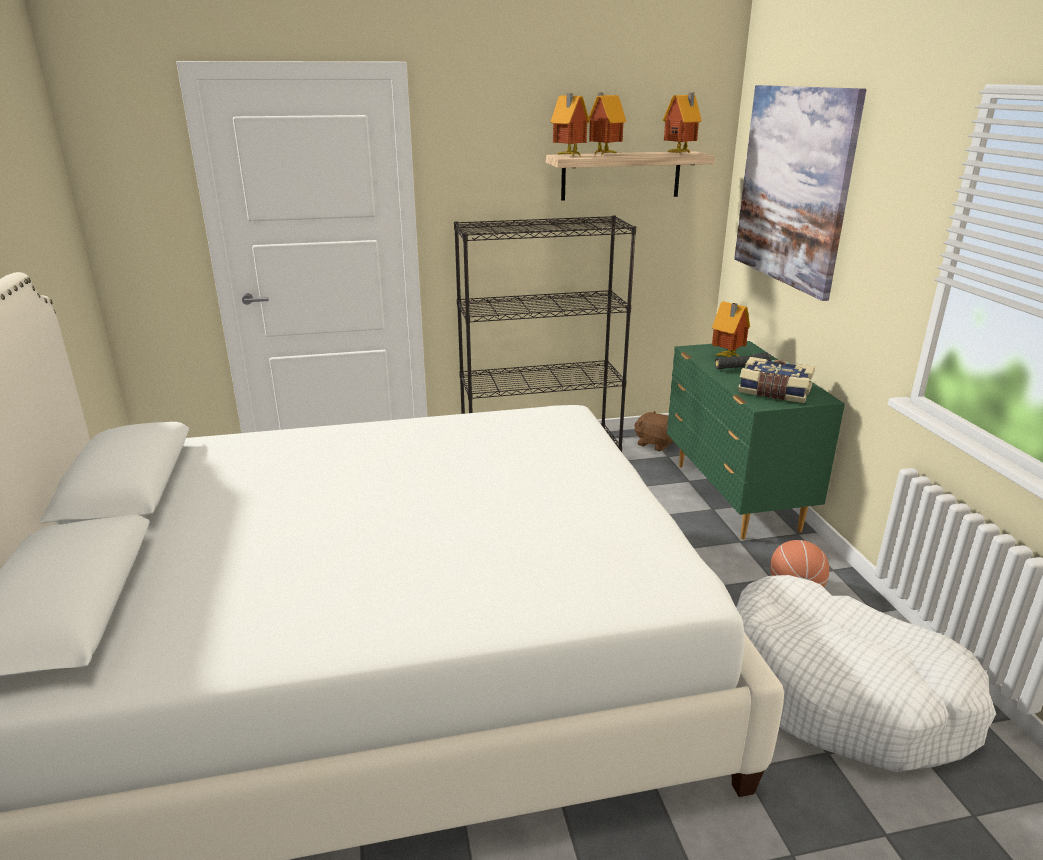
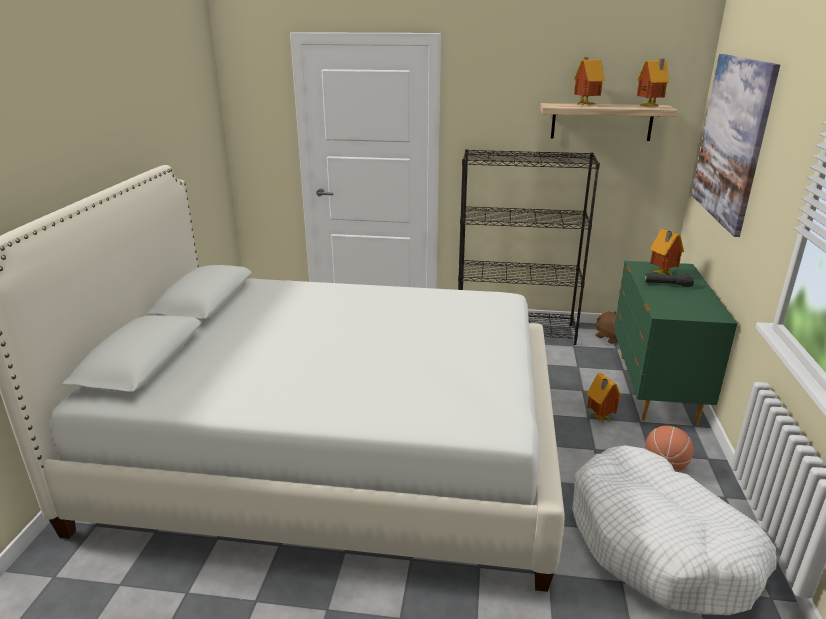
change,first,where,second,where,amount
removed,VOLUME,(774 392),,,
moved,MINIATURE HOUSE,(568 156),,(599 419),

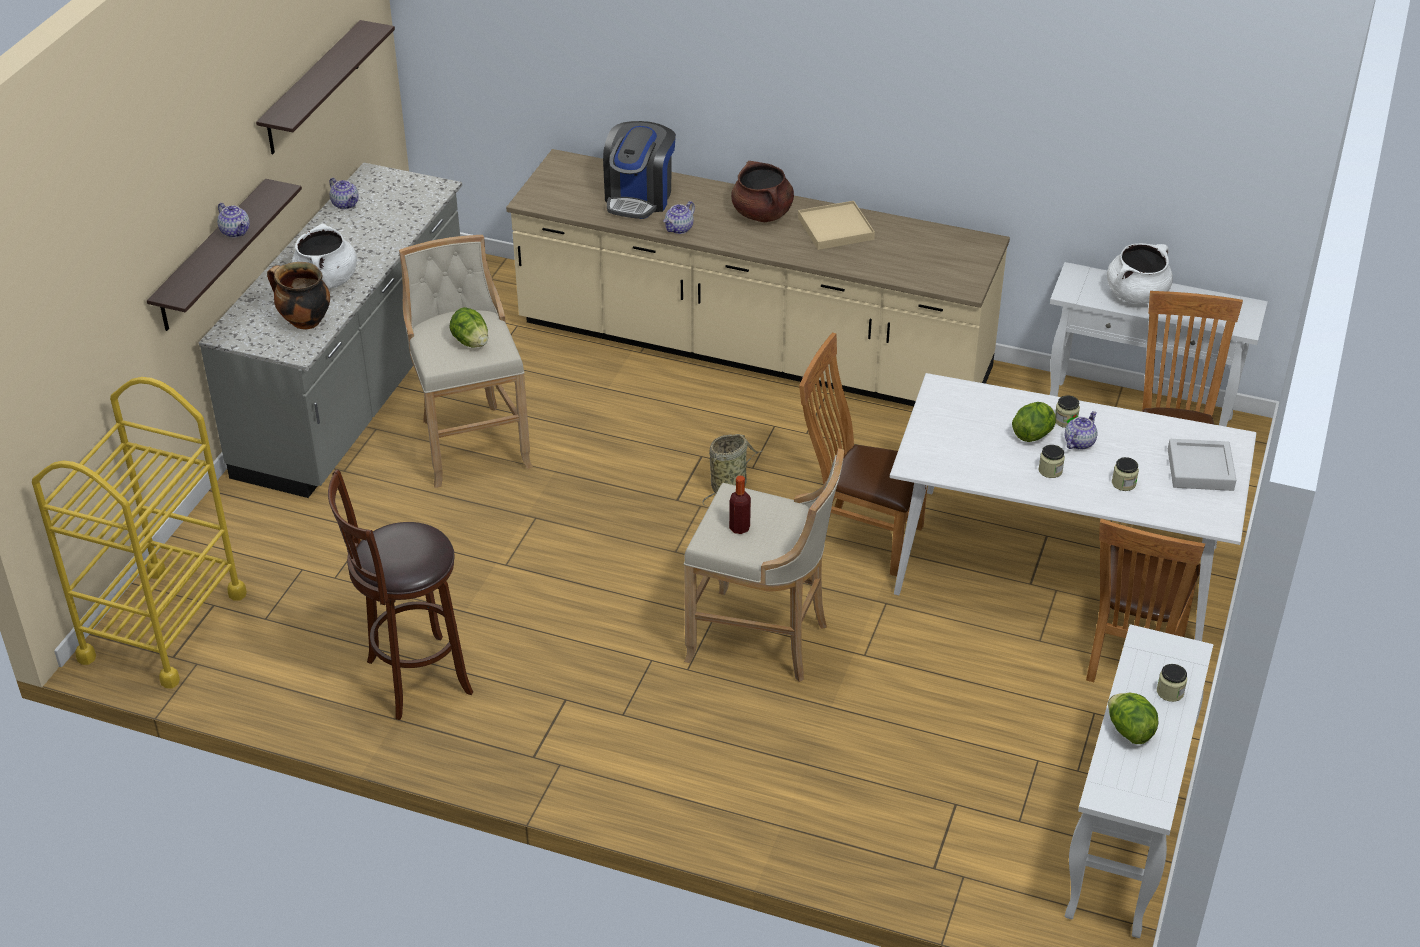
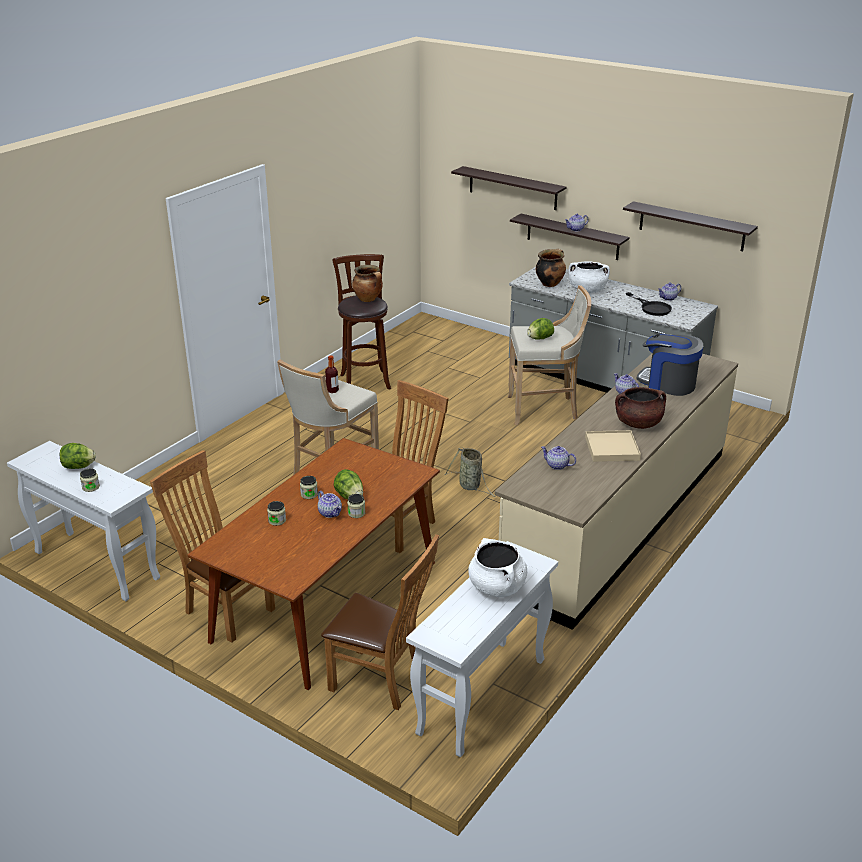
change,first,where,second,where,amount
removed,YELLOW-COLOURED WHEELED CART,(163 626),,,
removed,GREY CARRYING TRAY,(1200 470),,,
added,,,COOKING POT,(368 299),
added,,,BRACKET SHELF,(512 188),
added,,,TEA POT,(557 465),
added,,,BLACKISH SKILLET,(652 308),
recoloured,WHITE DINNER TABLE,(1056 570),BROWN DINNER TABLE,(327 600),

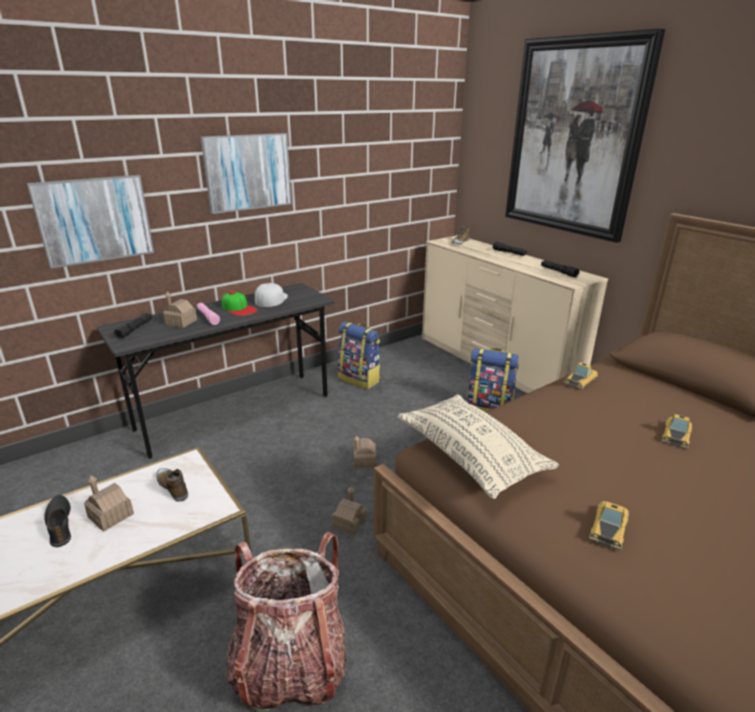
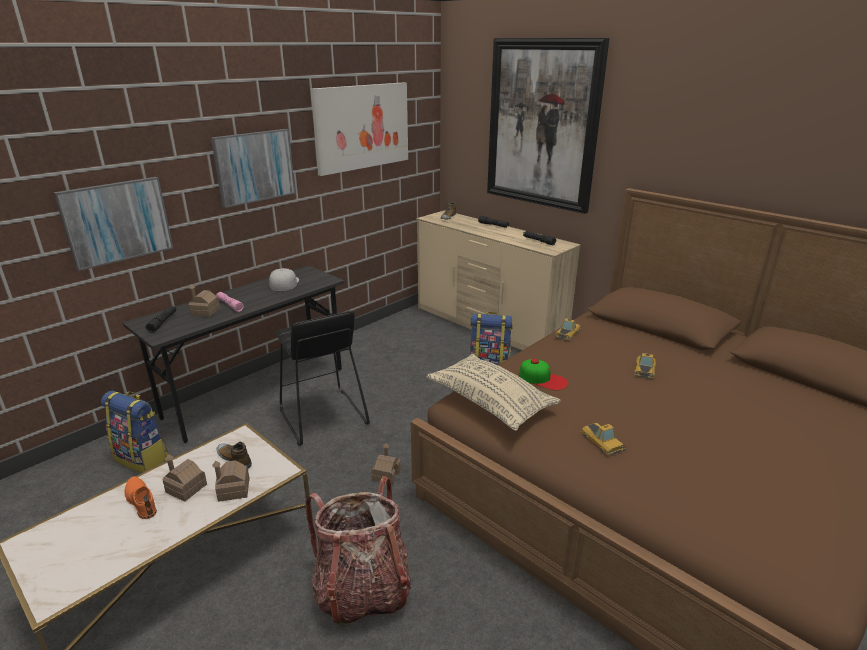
change,first,where,second,where,amount
added,,,BLACKISH STOOL SEAT,(322 417),
added,,,WALL PICTURE,(362 127),
moved,PEAKED CAP,(239 308),,(543 379),
moved,RUCKSACK,(360 379),,(142 458),
moved,MINIATURE HOUSE,(364 461),,(233 490),
recoloured,BLACKISH ITEM OF FOOTWEAR,(60 523),ORANGE-COLOURED ITEM OF FOOTWEAR,(142 500),
turned,MINIATURE CAR,(609 527),,(602 442),135 degrees clockwise

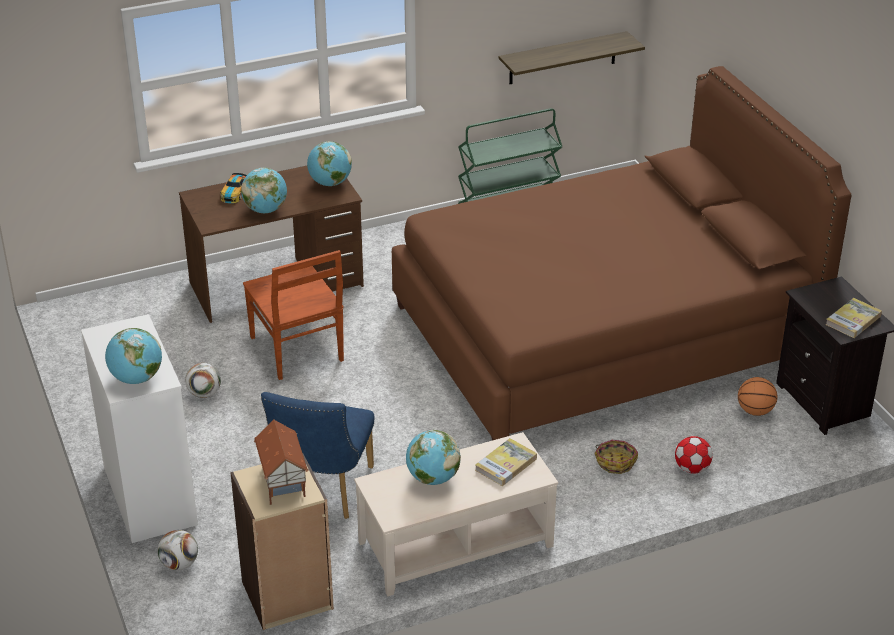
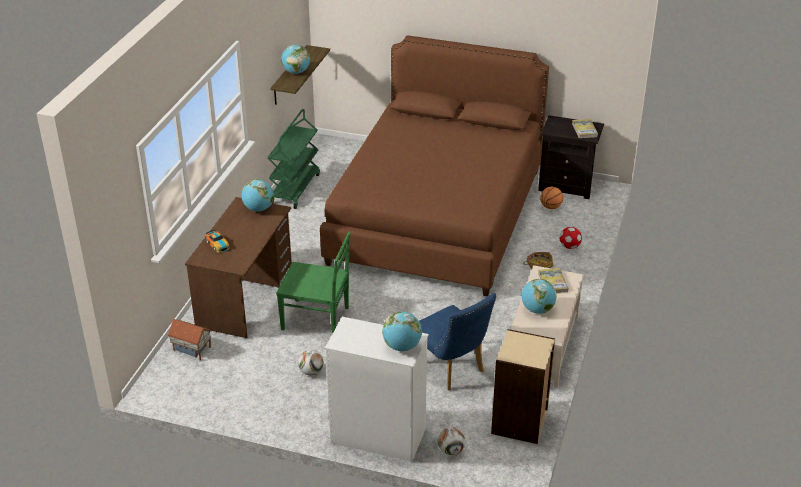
change,first,where,second,where,amount
moved,WORLD GLOBE,(265 210),,(296 72),
moved,MINIATURE HOUSE,(281 482),,(191 349),
recoloured,BROWN PLAIN CHAIR,(297 350),GREEN-COLOURED PLAIN CHAIR,(317 319),

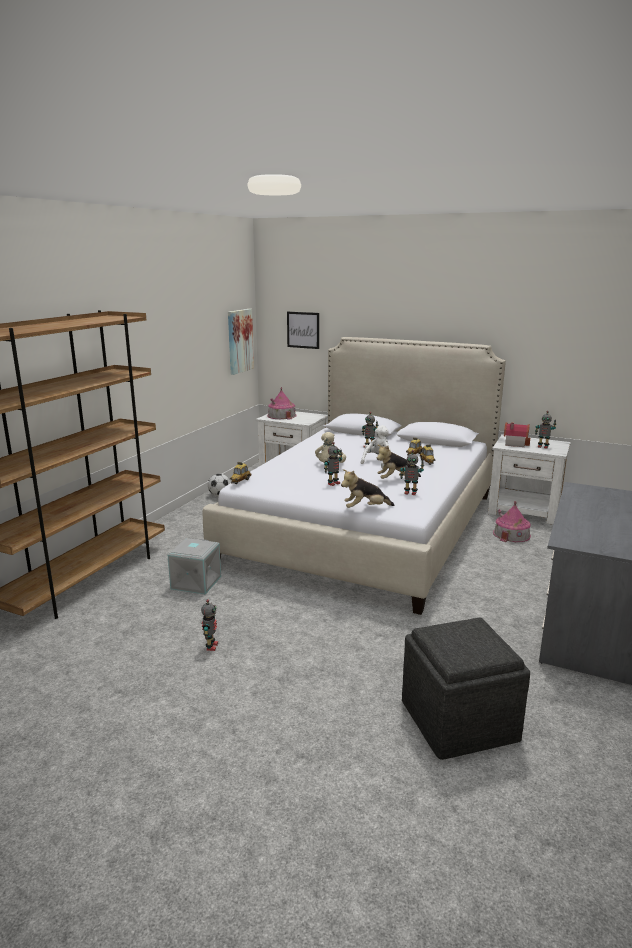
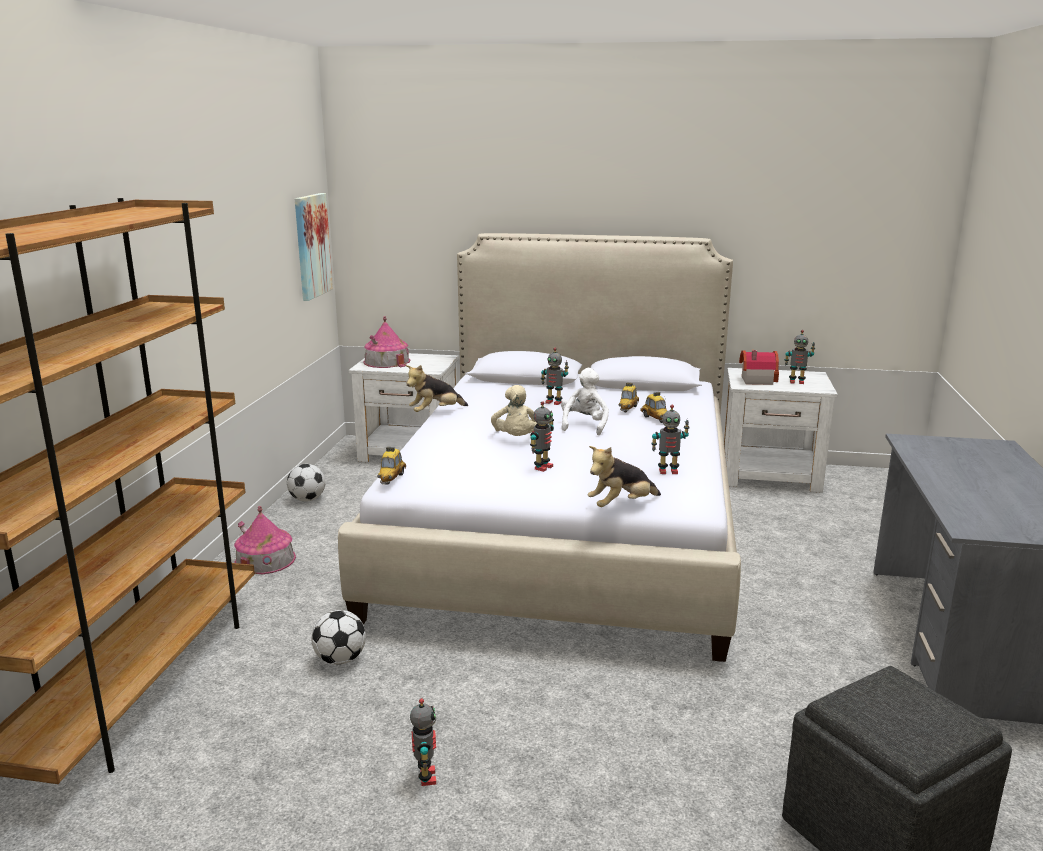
change,first,where,second,where,amount
removed,WALL PICTURE,(303 330),,,
moved,SOFT TOY,(396 480),,(435 412),
moved,MINIATURE HOUSE,(511 534),,(265 560),
replaced,GREY STORAGE BIN,(195 582),FOOTBALL BALL,(340 659),

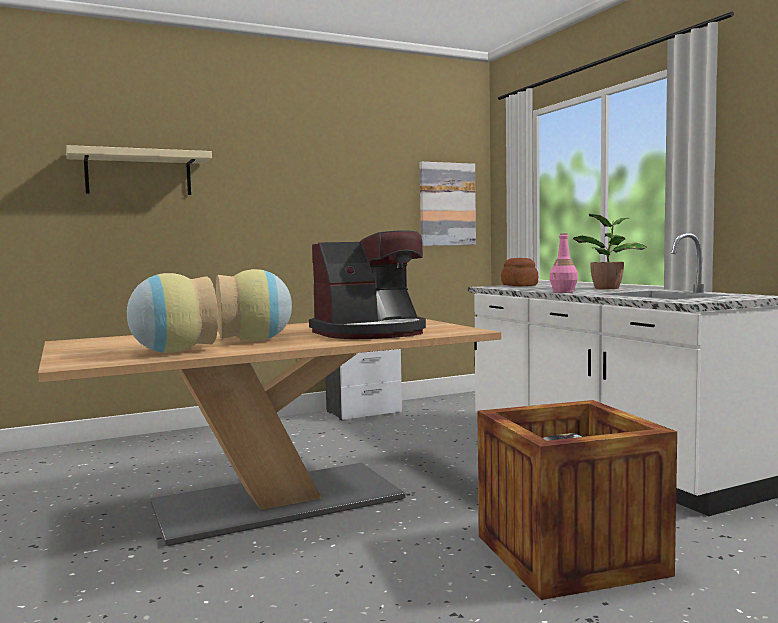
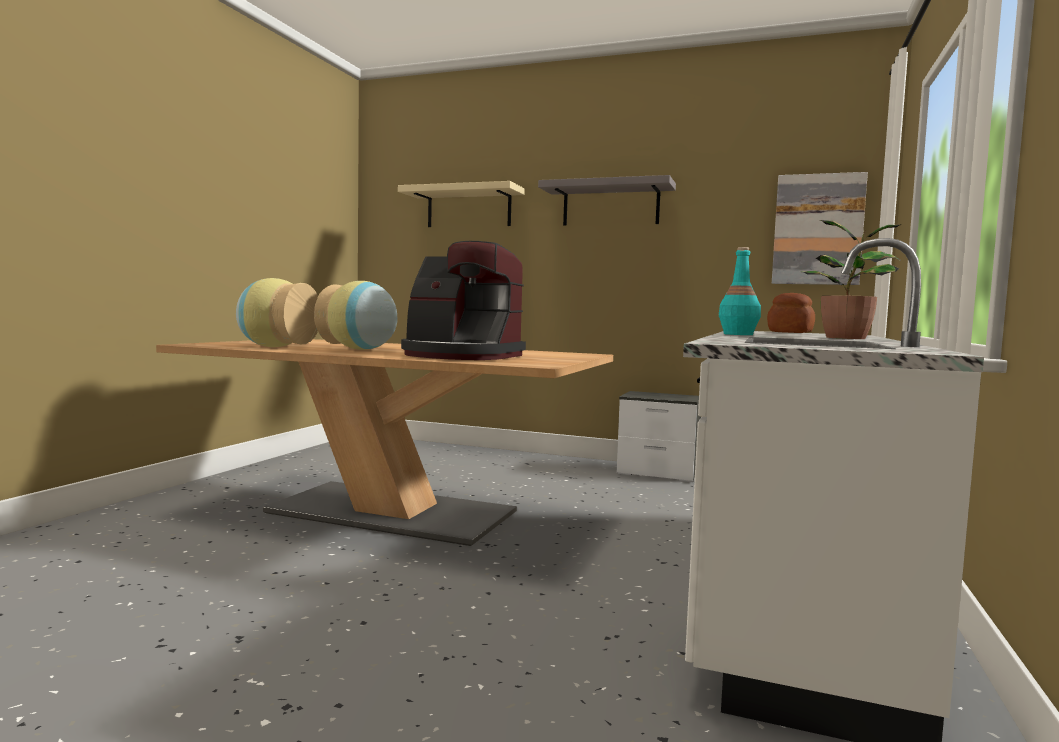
change,first,where,second,where,amount
removed,PACKING CRATE,(569 555),,,
added,,,GREY BRACKET SHELF,(610 205),
recoloured,PINK-COLOURED BEVERAGE BOTTLE,(564 292),TURQUOISE-COLOURED BEVERAGE BOTTLE,(738 334),

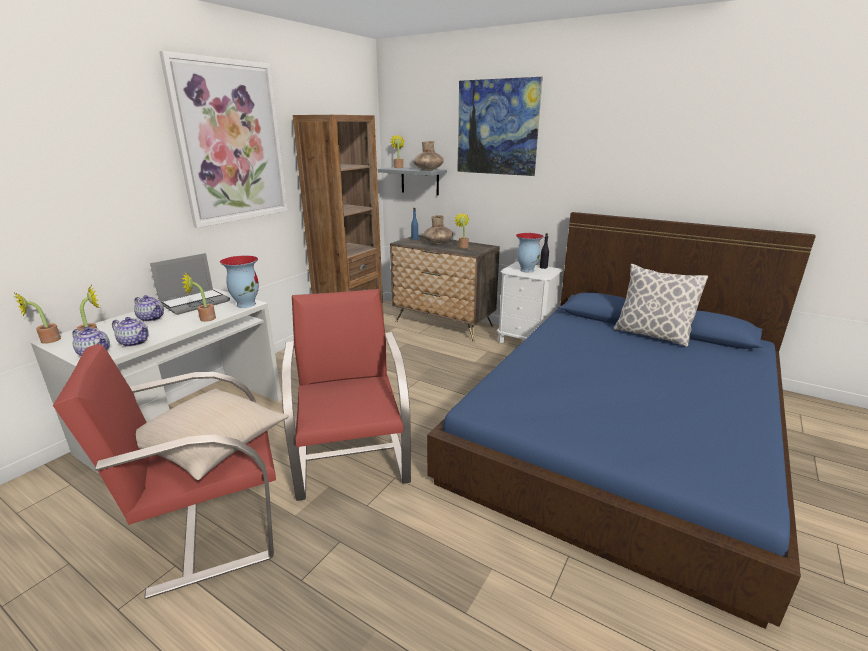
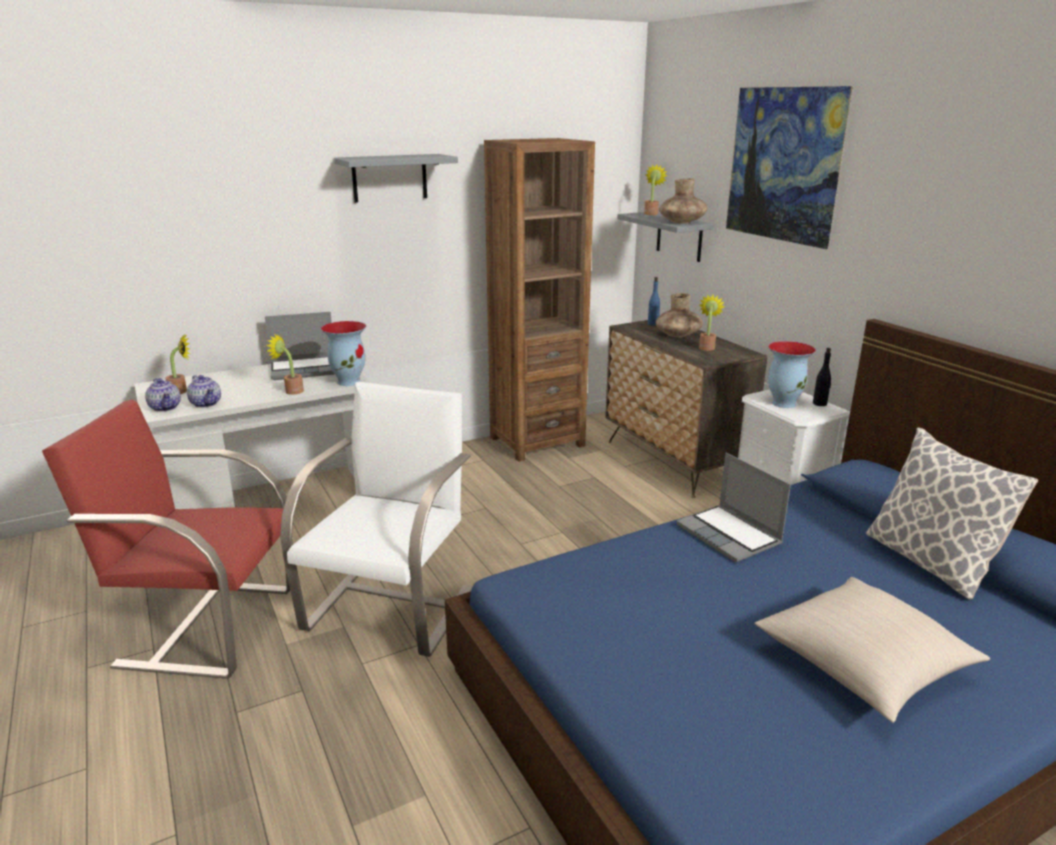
change,first,where,second,where,amount
removed,HOUSEPLANT,(46 341),,,
removed,TEA POT,(152 318),,,
added,,,PORTABLE COMPUTER,(730 535),
moved,BEIGE-COLOURED PILLOW,(211 445),,(863 664),
replaced,WALL PICTURE,(231 143),GREY BRACKET SHELF,(389 178),
recoloured,RED-COLOURED EASY CHAIR,(351 461),WHITE EASY CHAIR,(391 607),

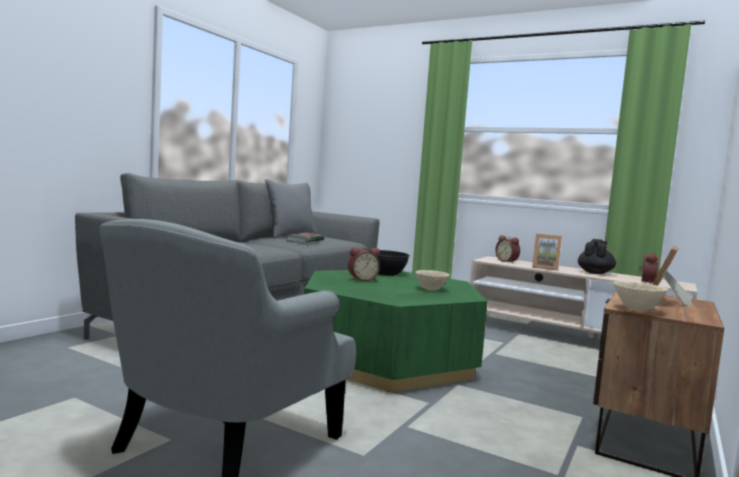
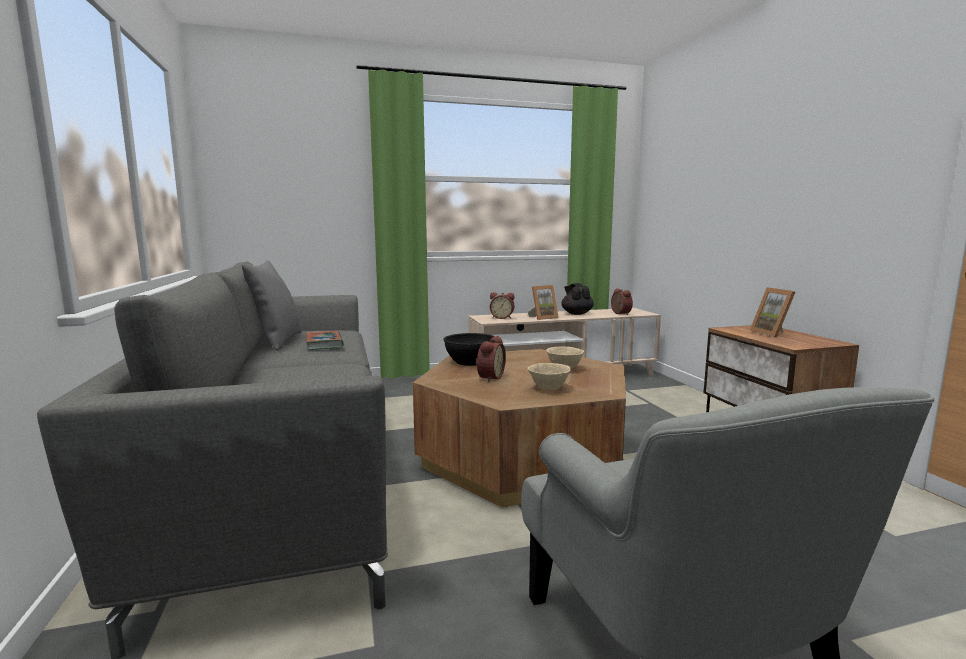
change,first,where,second,where,amount
moved,BEIGE-COLOURED SERVING BOWL,(636 309),,(548 388),
recoloured,GREEN-COLOURED COFFEE TABLE,(387 358),BROWN COFFEE TABLE,(523 456),

